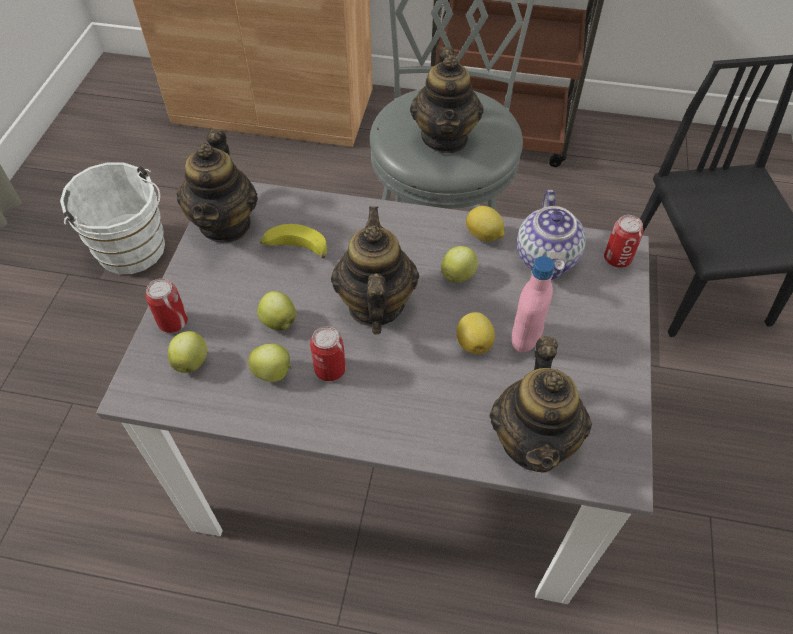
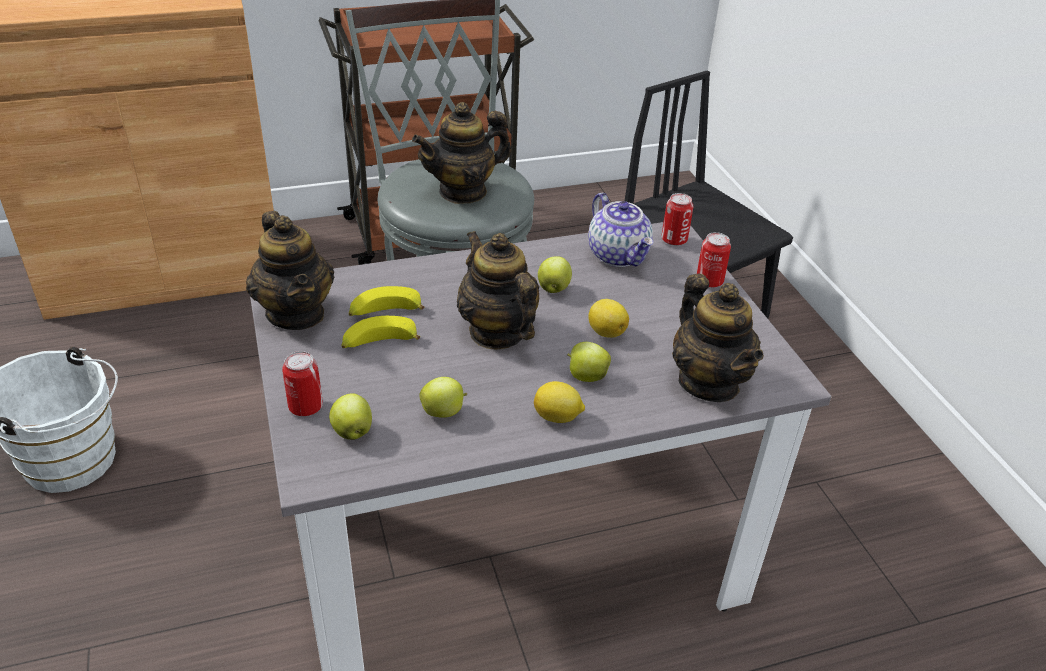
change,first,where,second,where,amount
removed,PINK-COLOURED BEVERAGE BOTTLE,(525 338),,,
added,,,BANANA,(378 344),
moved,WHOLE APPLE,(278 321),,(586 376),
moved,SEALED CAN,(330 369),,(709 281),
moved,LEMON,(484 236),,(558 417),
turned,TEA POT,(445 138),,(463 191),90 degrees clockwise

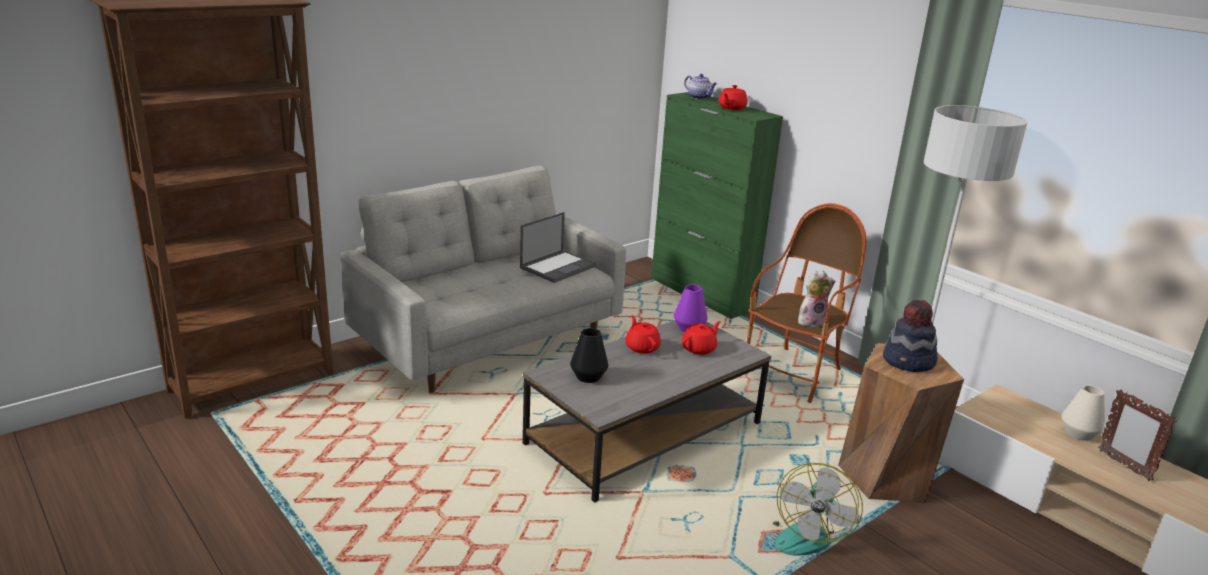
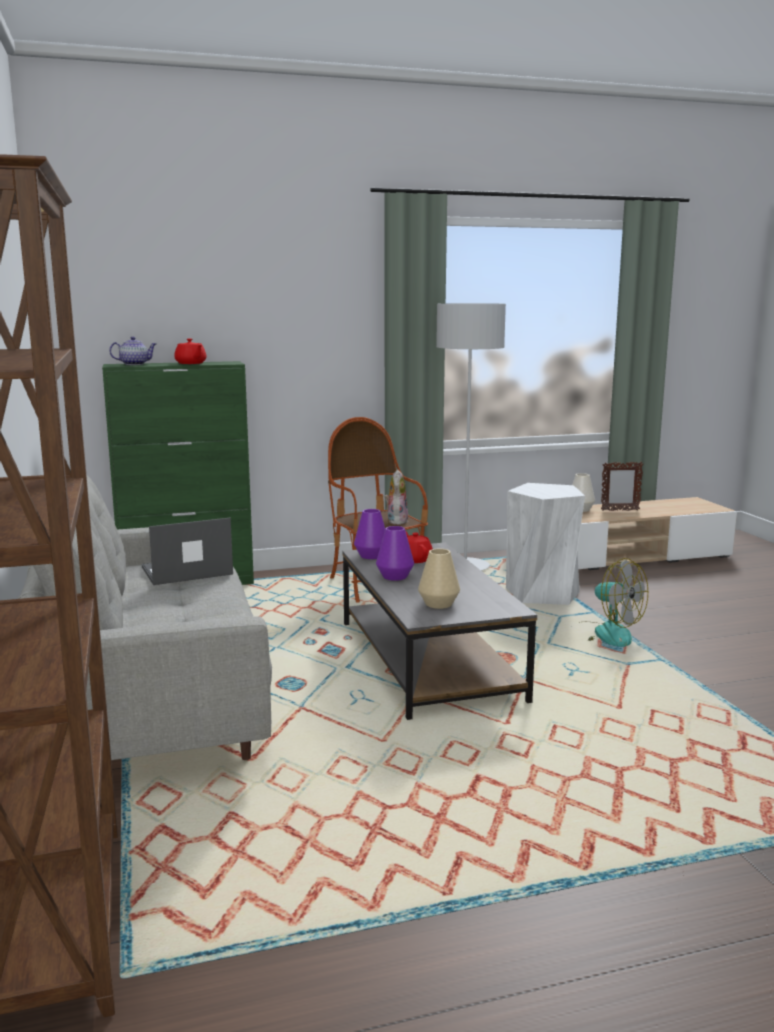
change,first,where,second,where,amount
removed,WEARABLE HAT,(909 362),,,
replaced,RED-COLOURED TEA POT,(642 347),PURPLE-COLOURED VASE,(394 576),
recoloured,BLACKISH VASE,(588 376),BEIGE-COLOURED VASE,(438 604),
recoloured,BROWN STOOL SEAT,(885 477),WHITE STOOL SEAT,(543 594),
turned,PORTABLE COMPUTER,(558 267),,(185 571),90 degrees counterclockwise

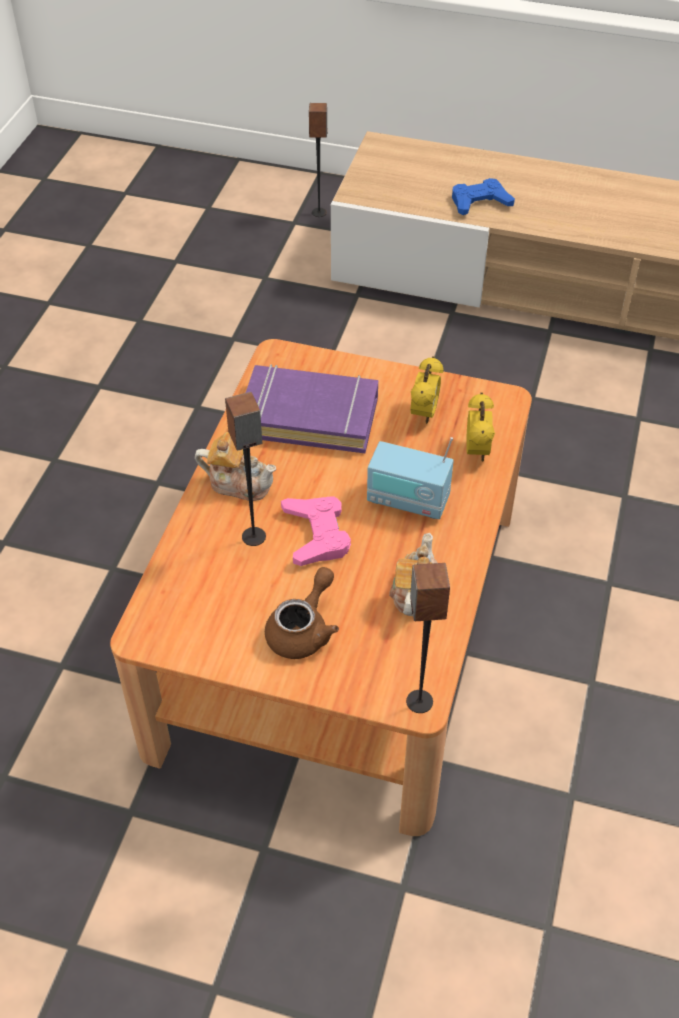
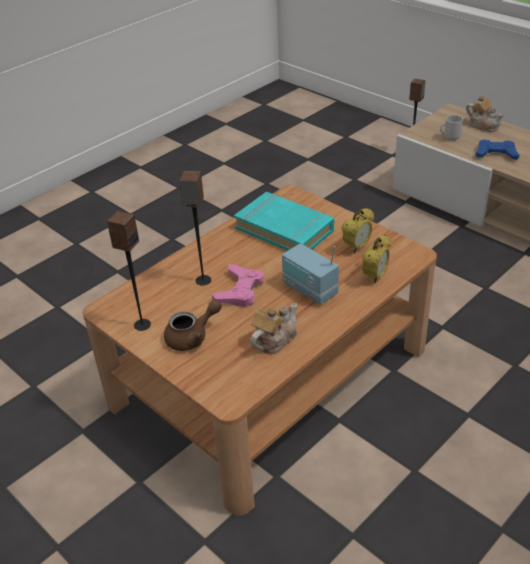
change,first,where,second,where,amount
added,,,MUG,(450 138),
moved,TEA POT,(238 483),,(483 125),
moved,AUDIO SPEAKER,(419 701),,(142 324),
recoloured,PURPLE-COLOURED VOLUME,(309 416),TURQUOISE-COLOURED VOLUME,(284 229),

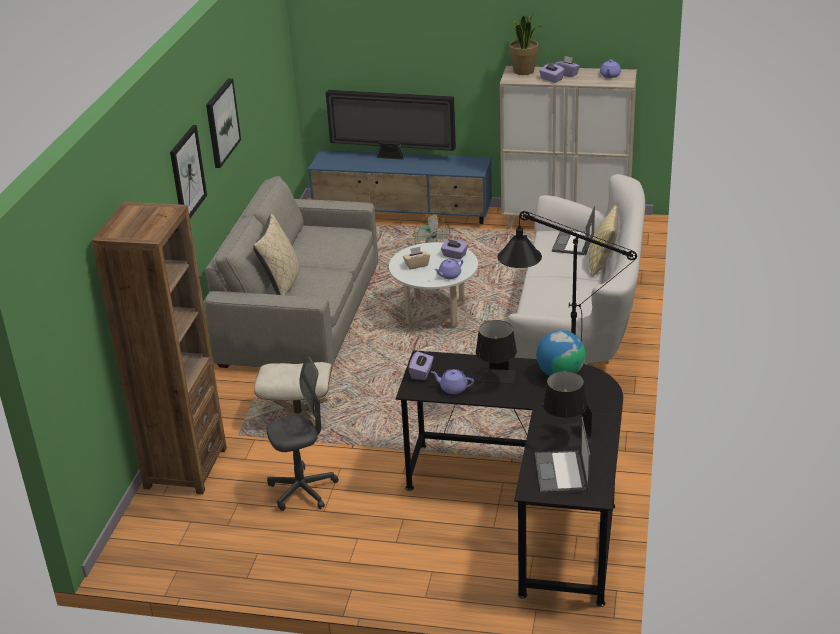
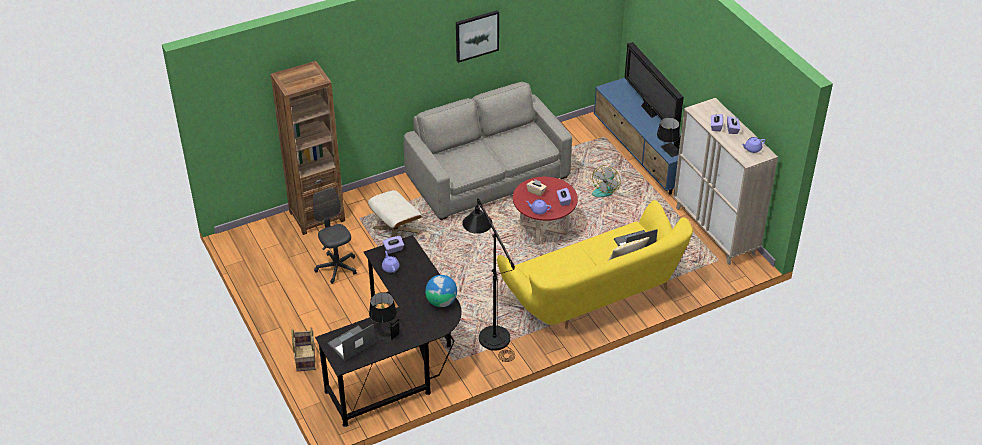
change,first,where,second,where,amount
removed,WALL PICTURE,(187 174),,,
removed,BEIGE-COLOURED PILLOW,(281 283),,,
removed,HOUSEPLANT,(524 71),,,
added,,,STORAGE BASKET,(305 358),
moved,BLACKISH LAMP FOR A TABLE,(497 380),,(667 151),
recoloured,WHITE COFFEE TABLE,(435 314),RED-COLOURED COFFEE TABLE,(544 229),
recoloured,WHITE SOFA,(578 325),YELLOW-COLOURED SOFA,(595 296),
turned,GREY OFFICE CHAIR,(303 490),,(337 268),150 degrees counterclockwise

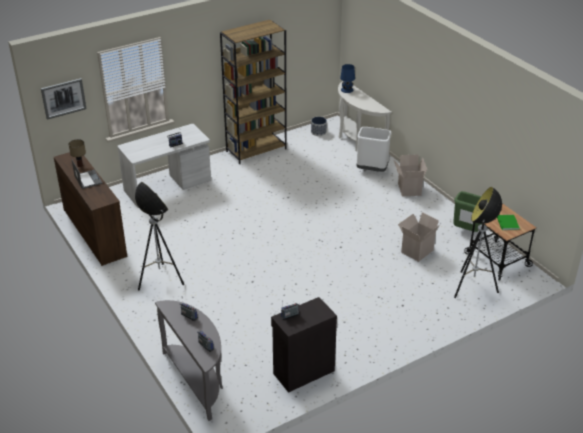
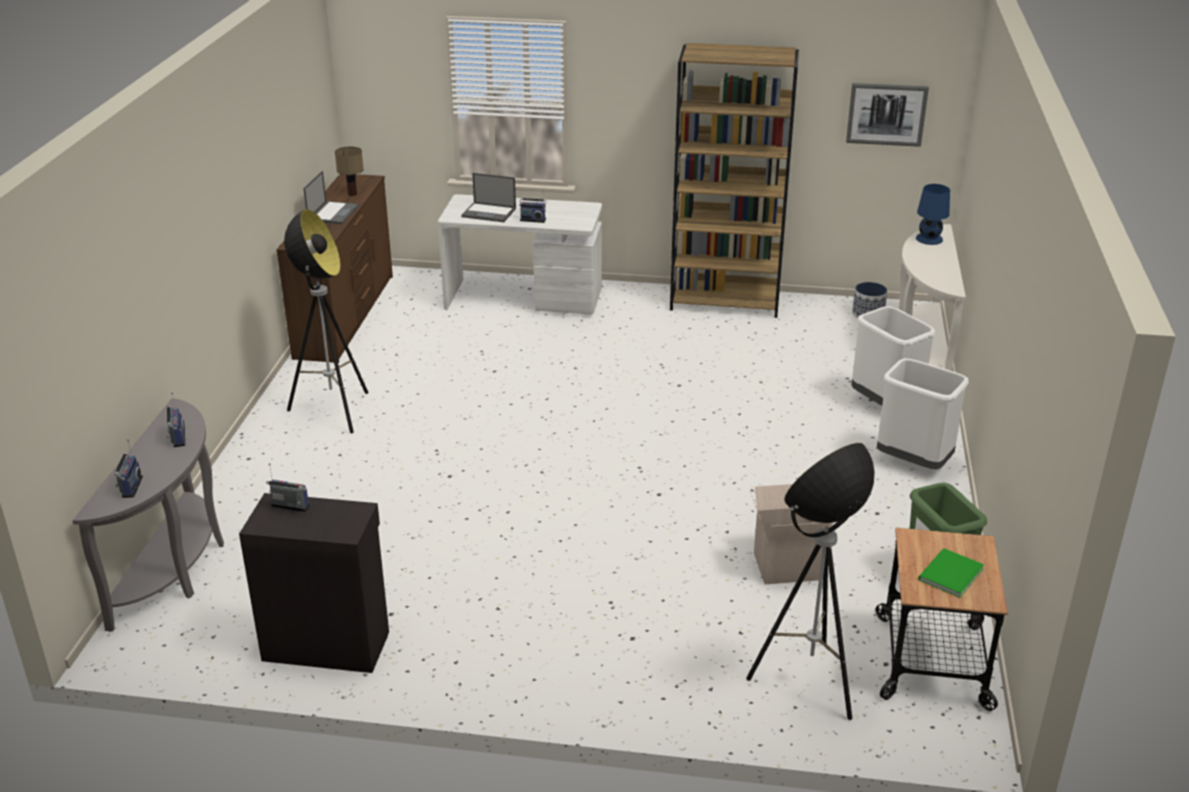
change,first,where,second,where,amount
added,,,PORTABLE COMPUTER,(489 212),
moved,WALL PICTURE,(63 98),,(886 114),
replaced,CARTON,(408 189),WHITE TRASH CAN,(914 462),

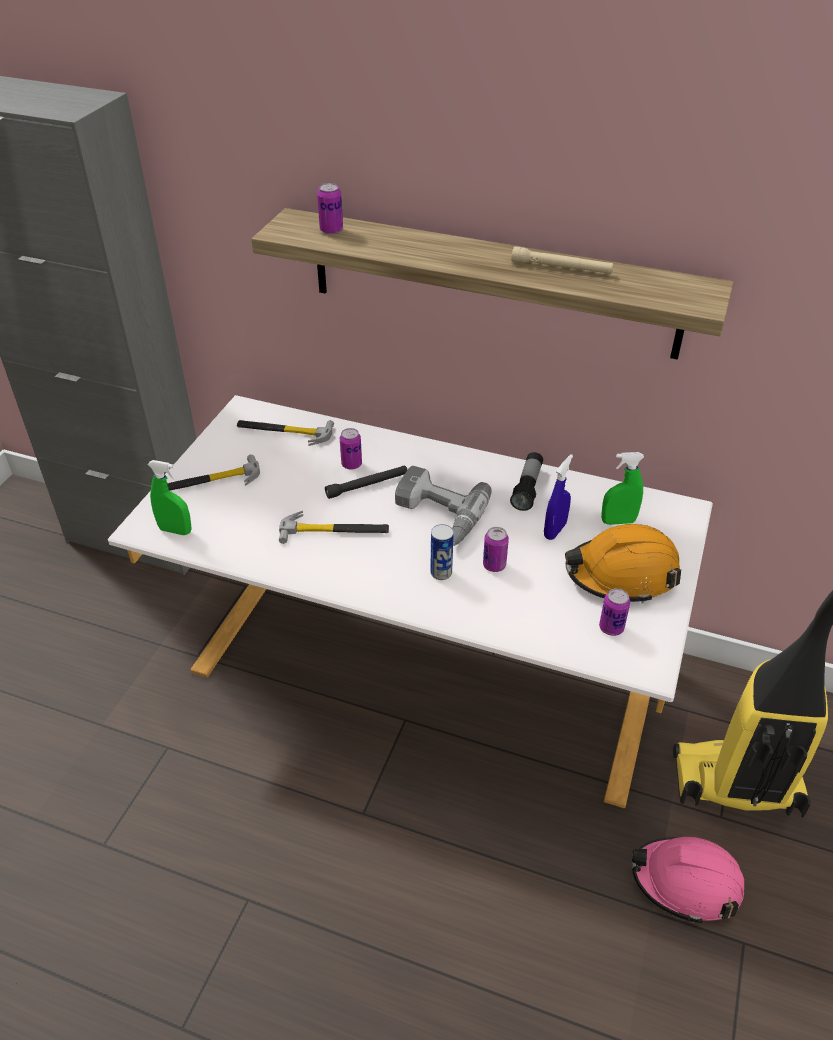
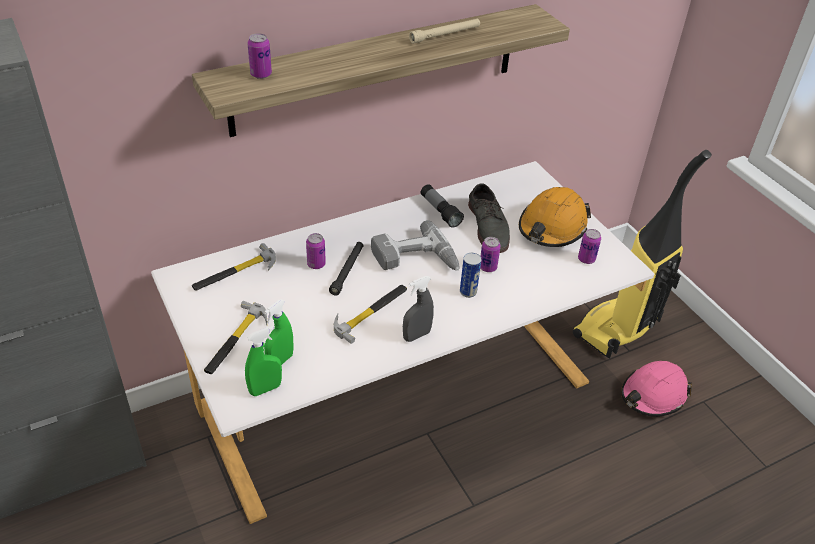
change,first,where,second,where,amount
added,,,GREY HAND SPRAYER,(416 335),
moved,GREEN-COLOURED HAND SPRAYER,(618 521),,(280 361),
replaced,BLUE HAND SPRAYER,(555 530),GREY ITEM OF FOOTWEAR,(488 226),

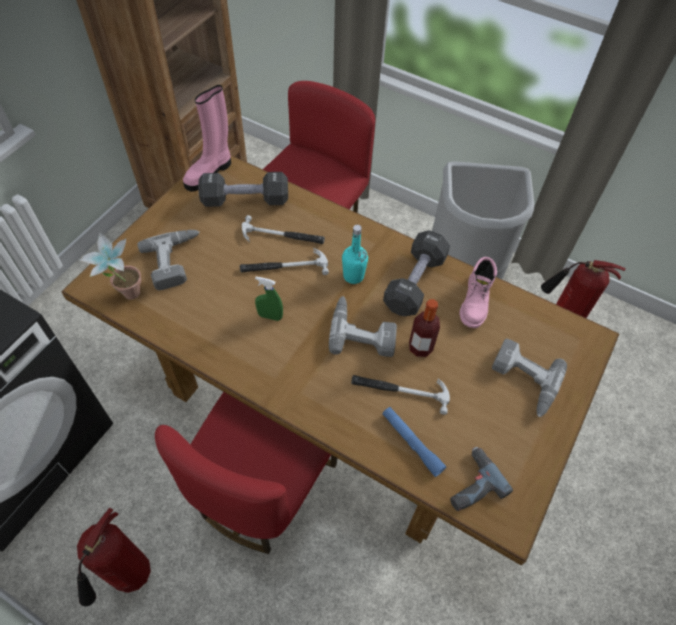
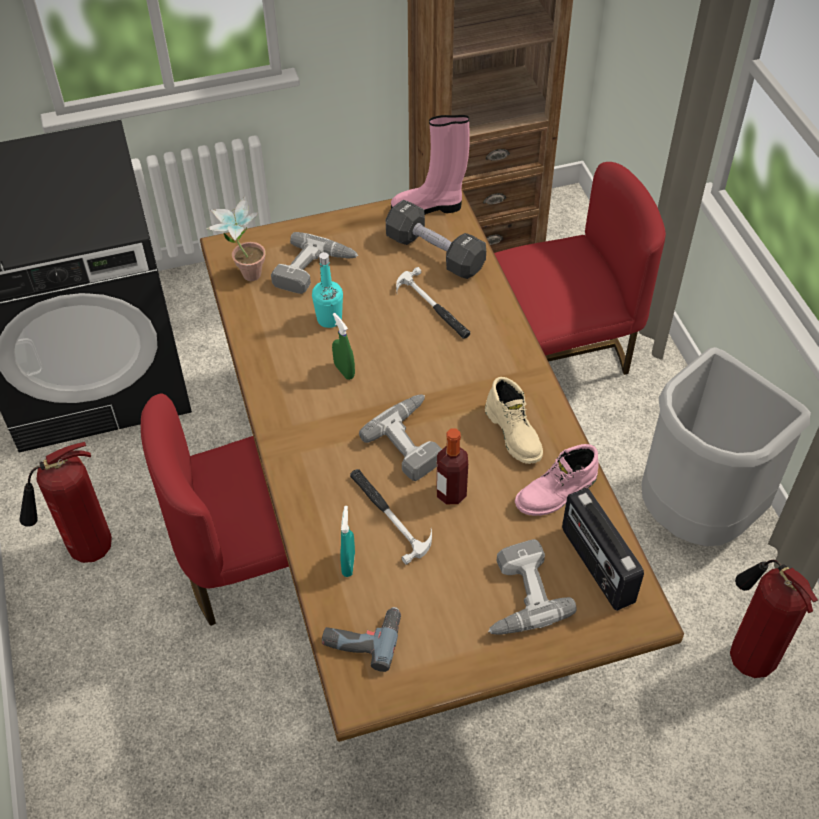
change,first,where,second,where,amount
removed,HAND HAMMER,(284 266),,,
added,,,RADIO,(596 566),
moved,TURQUOISE-COLOURED BEVERAGE BOTTLE,(353 276),,(329 319),
replaced,BLUE TORCH,(411 443),TURQUOISE-COLOURED HAND SPRAYER,(348 564),
replaced,BLACKISH FREE WEIGHT,(415 283),BEIGE-COLOURED BOOT,(514 433),

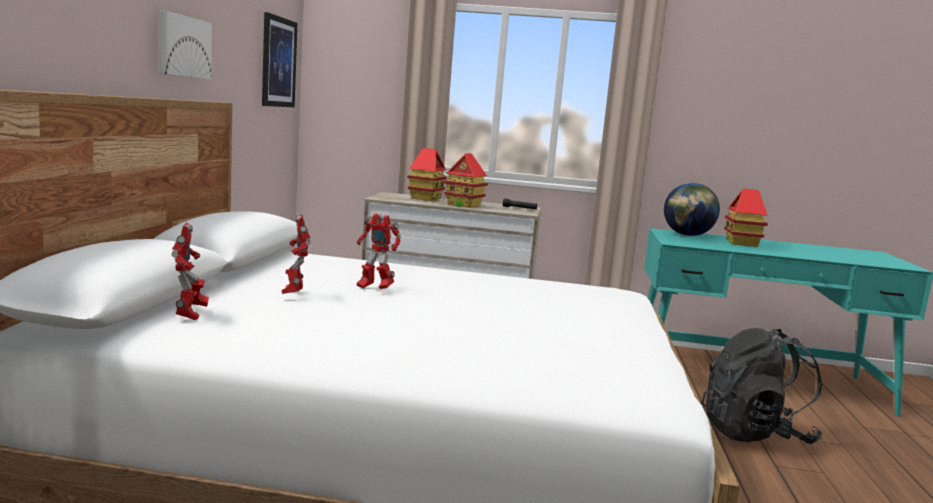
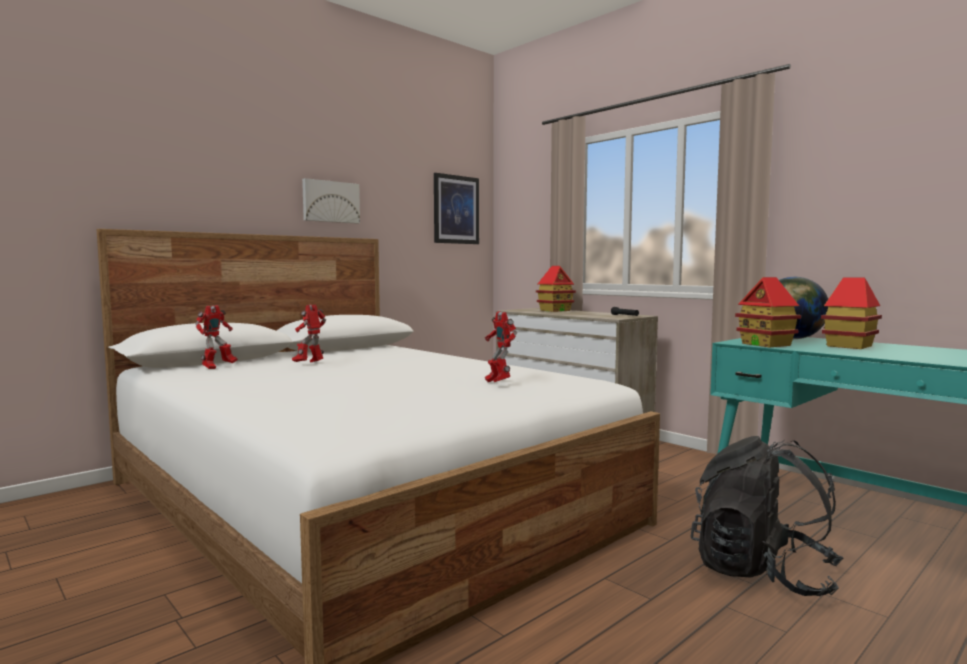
change,first,where,second,where,amount
moved,ROBOT FIGURE,(374 288),,(497 383),
moved,MINIATURE HOUSE,(464 205),,(766 344),

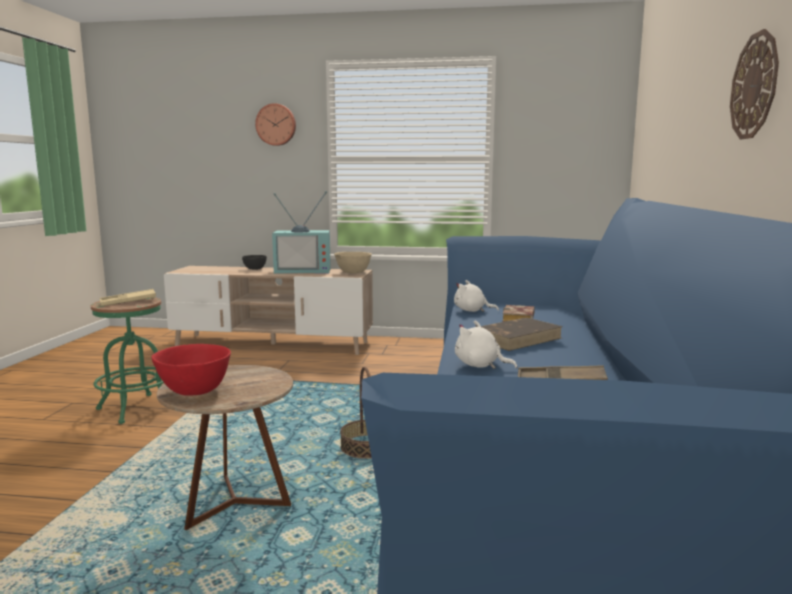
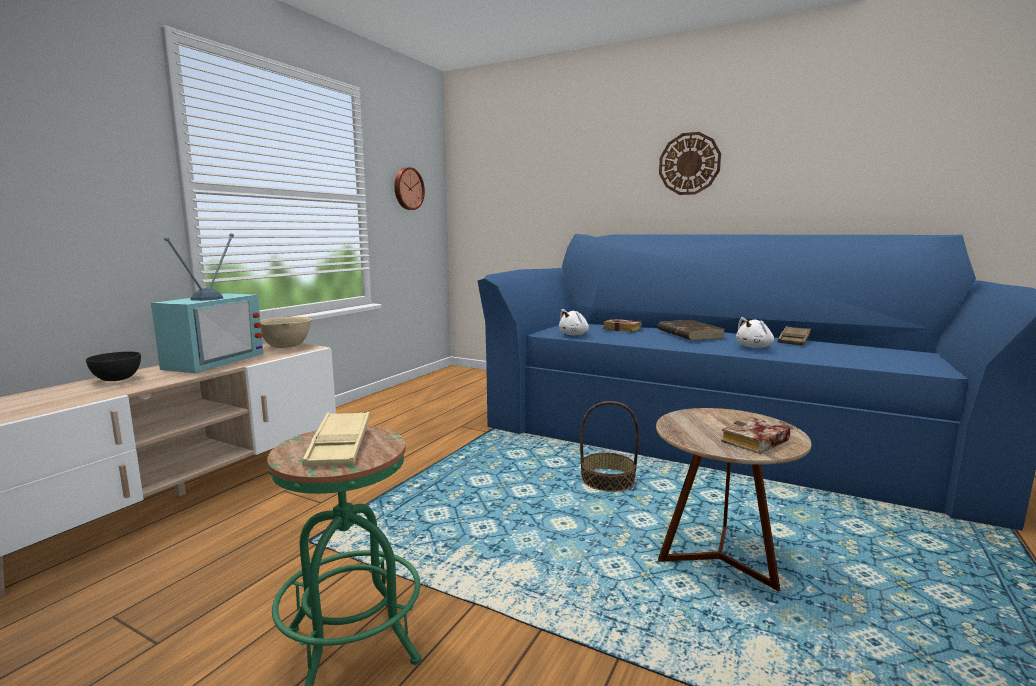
change,first,where,second,where,amount
moved,HANGING CLOCK,(276 125),,(407 189),
replaced,RED-COLOURED SERVING BOWL,(194 391),VOLUME,(755 443),

